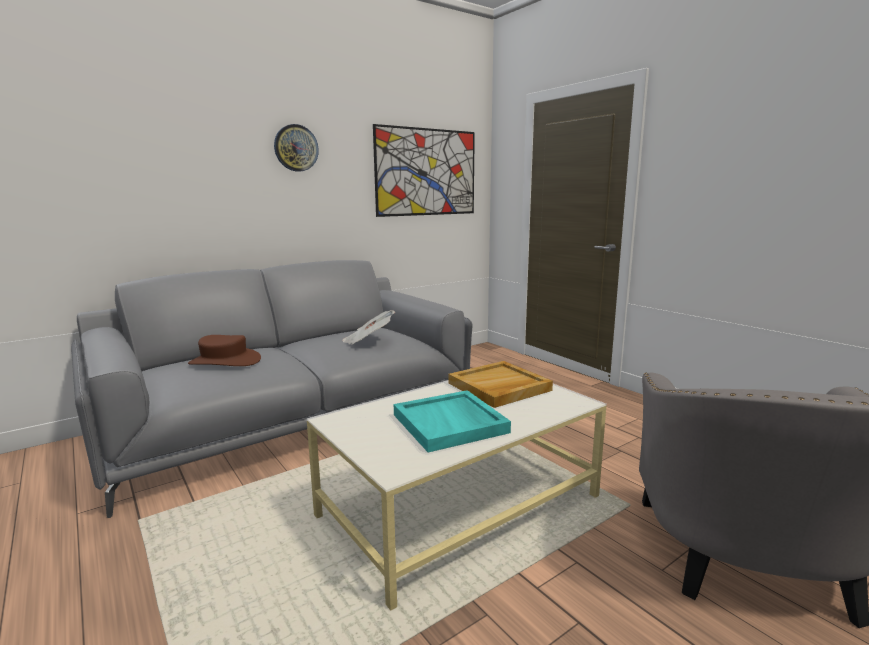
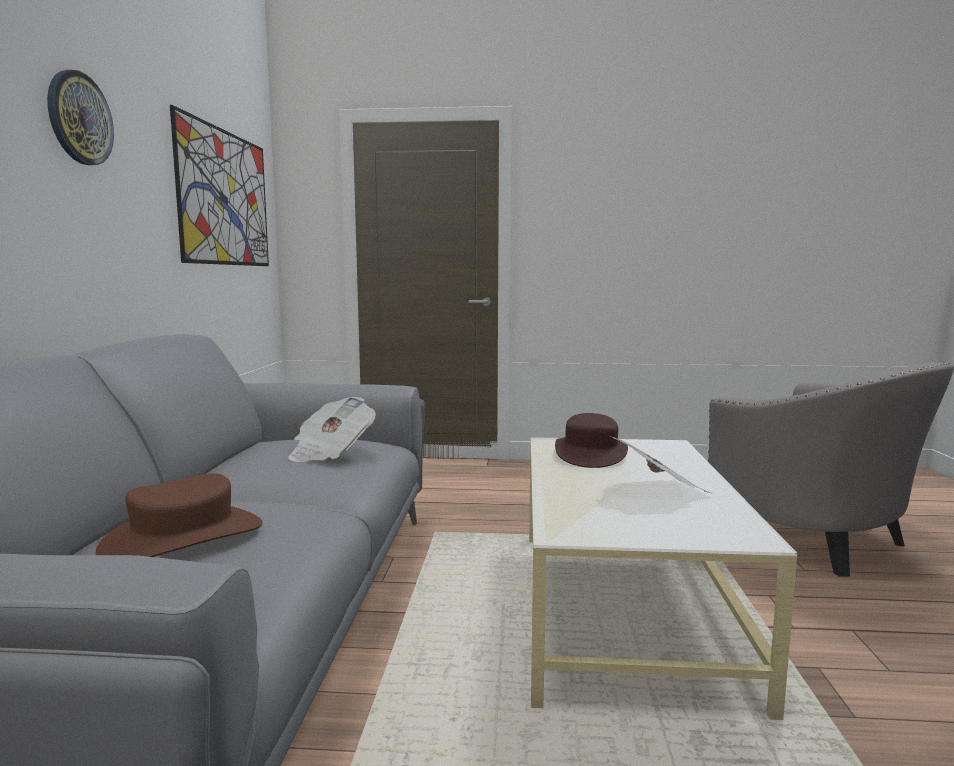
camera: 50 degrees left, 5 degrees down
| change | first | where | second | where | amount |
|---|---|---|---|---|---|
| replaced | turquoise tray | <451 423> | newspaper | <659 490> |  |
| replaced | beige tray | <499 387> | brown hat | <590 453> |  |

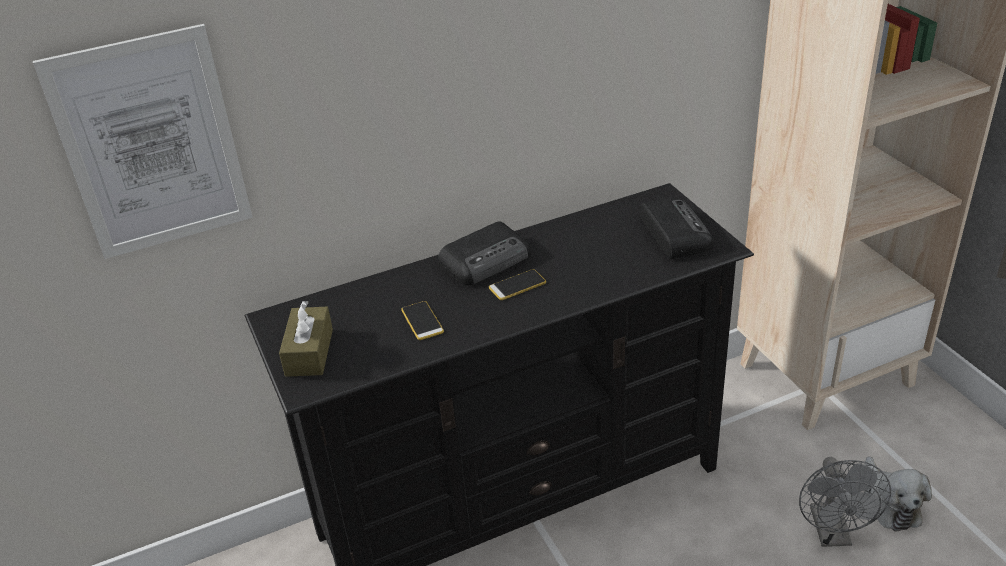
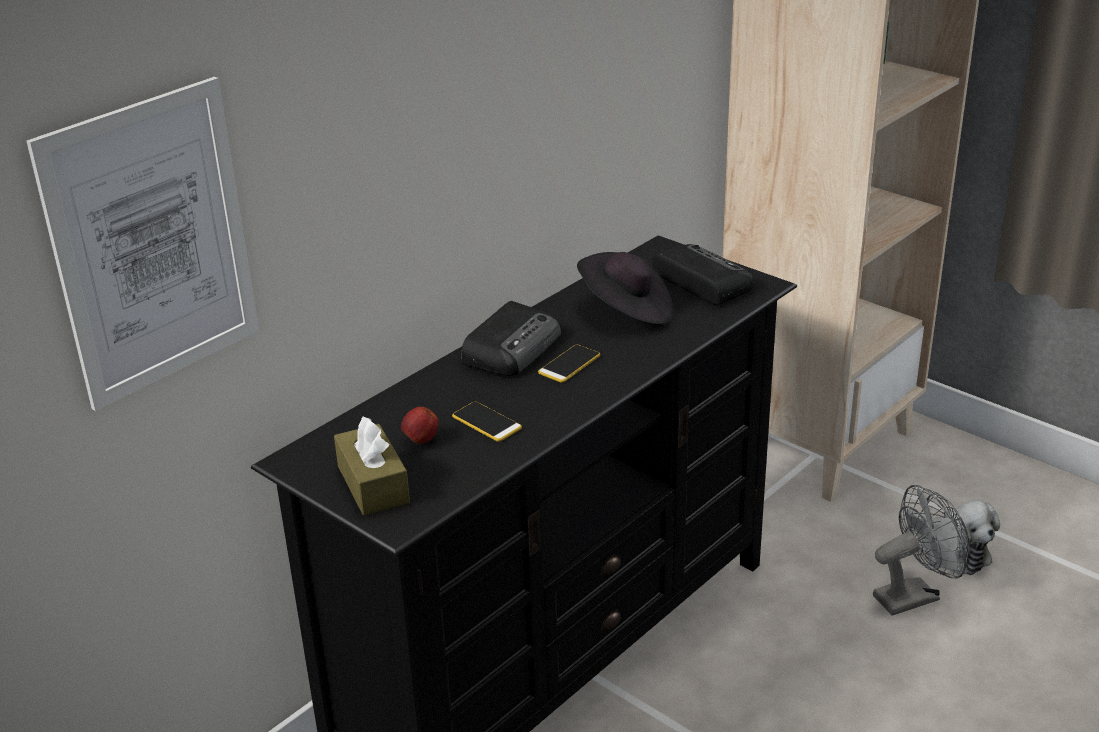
camera: 25 degrees left, 5 degrees down
| change | first | where | second | where | amount |
|---|---|---|---|---|---|
| turned | grey fan | <833 534> |  | <914 595> | 90 degrees counterclockwise |
| added |  |  | apple | <420 440> |  |
| added |  |  | black hat | <627 310> |  |

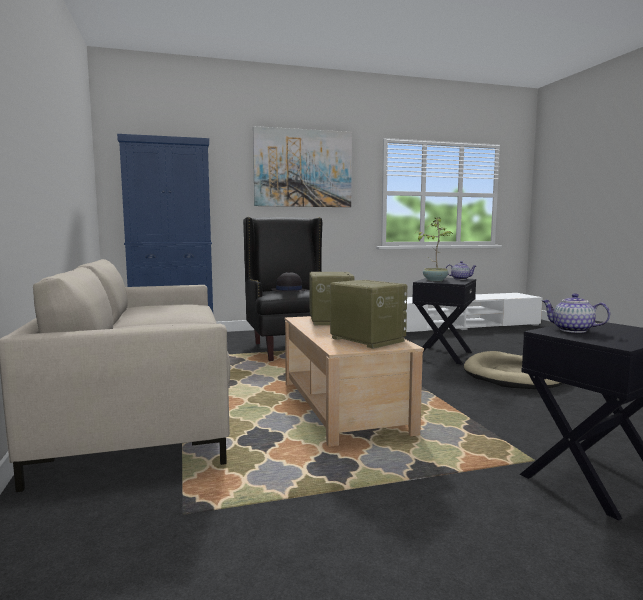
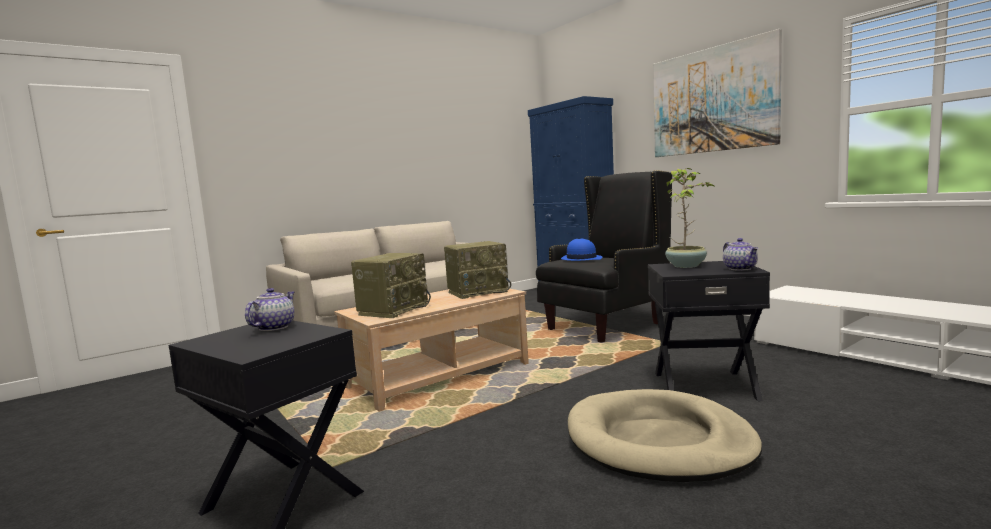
camera: 70 degrees right, 0 degrees up
| change | first | where | second | where | amount |
|---|---|---|---|---|---|
| recoloured | black hat | <288 290> | blue hat | <581 258> |  |

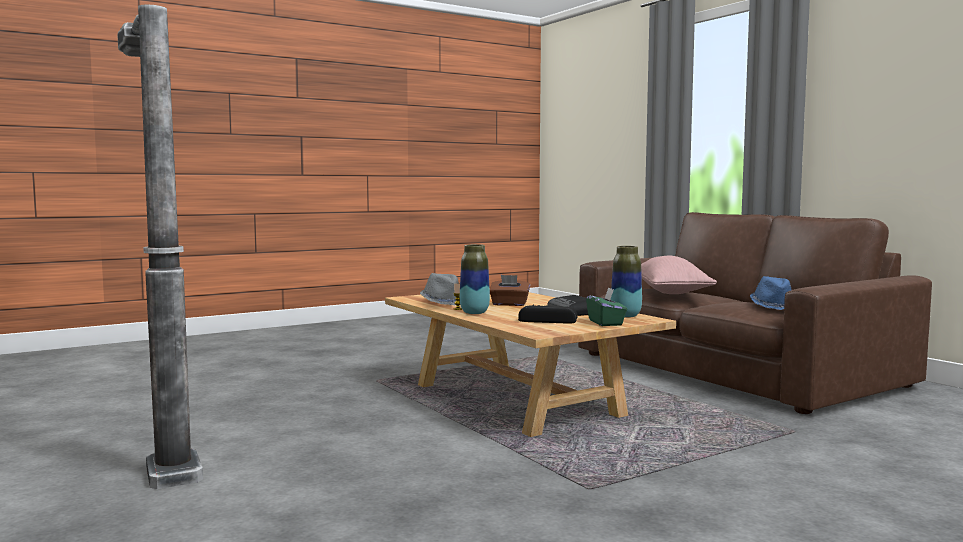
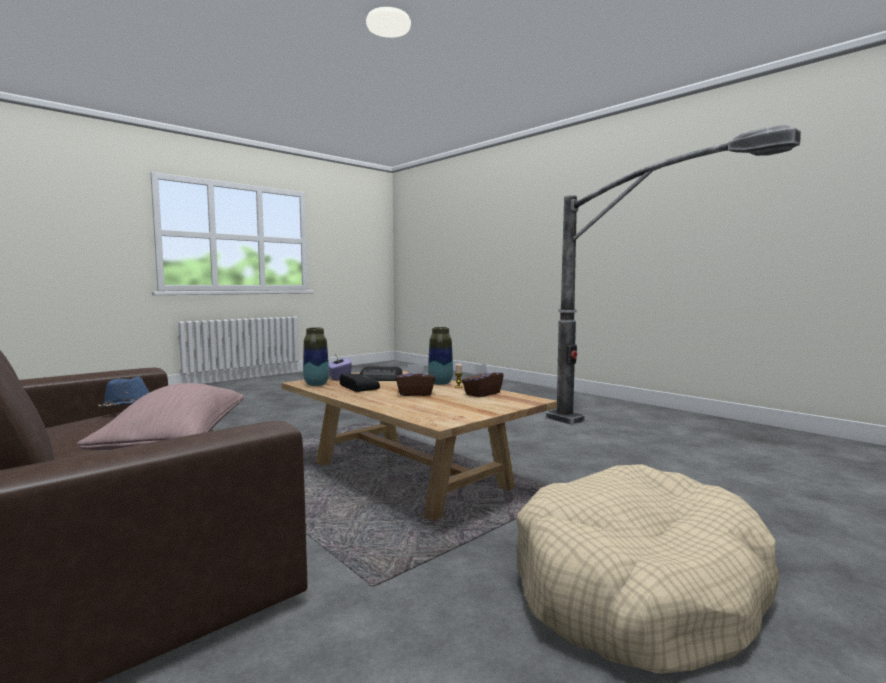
camera: 170 degrees right, 0 degrees up
| change | first | where | second | where | amount |
|---|---|---|---|---|---|
| replaced | grey hat | <443 302> | brown tissue box | <482 394> |  |
| recoloured | green tissue box | <606 323> | purple tissue box | <339 378> |  |
| added |  |  | beige dog bed | <638 589> |  |

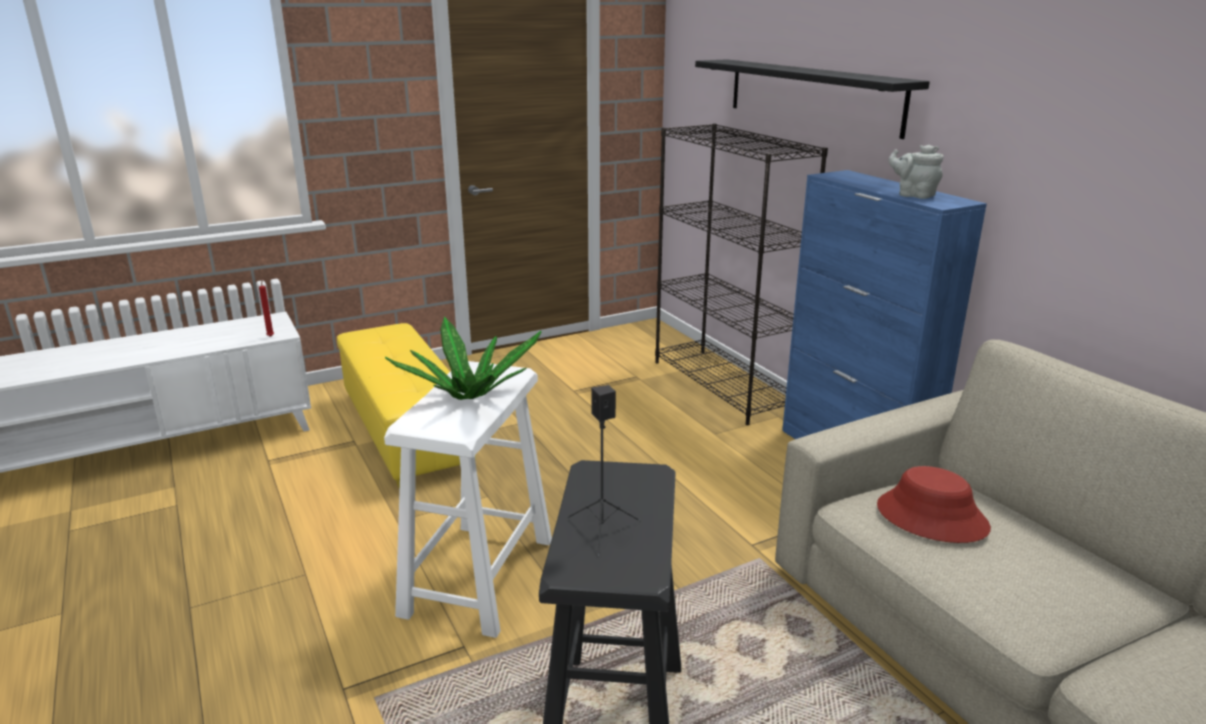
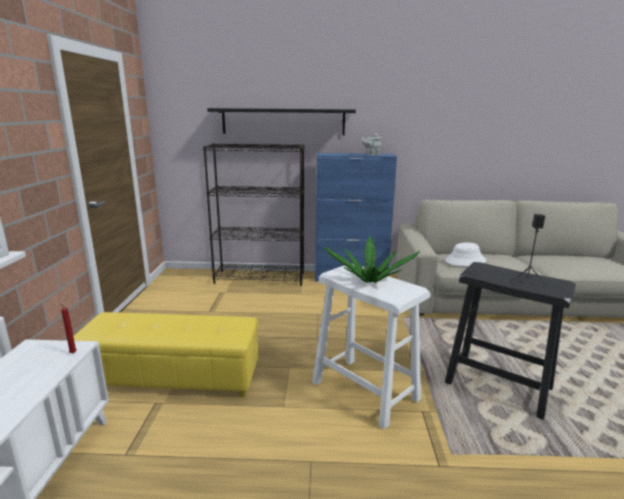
camera: 60 degrees left, 5 degrees down
| change | first | where | second | where | amount |
|---|---|---|---|---|---|
| recoloured | red hat | <931 517> | white hat | <465 261> |  |

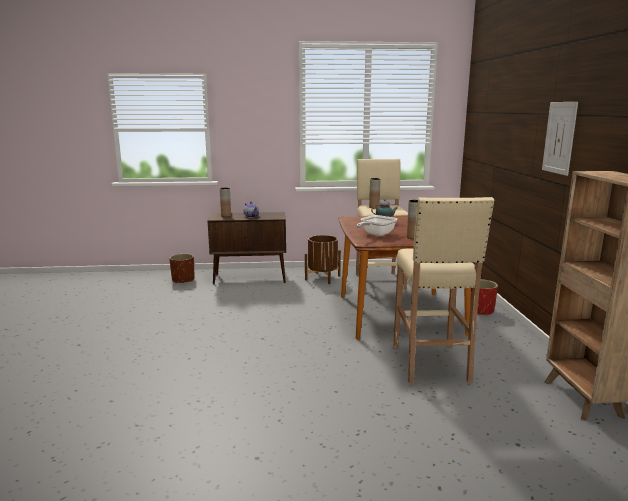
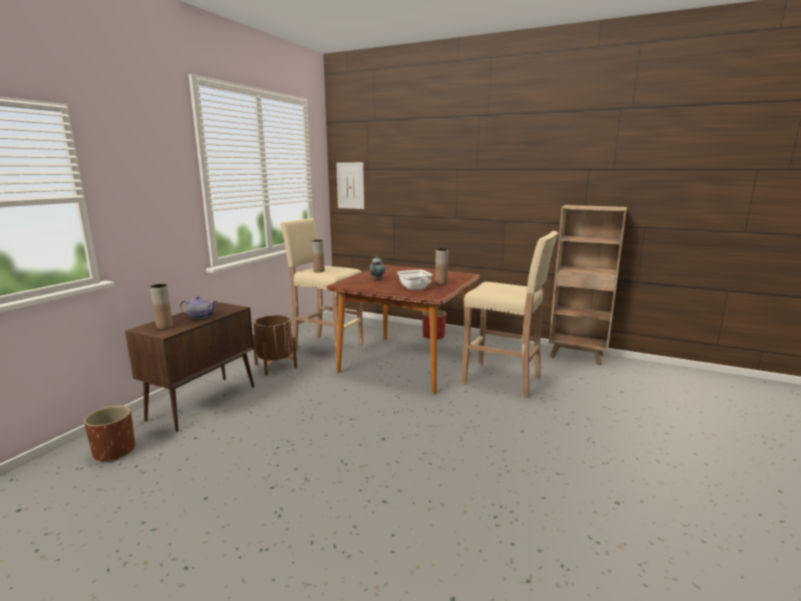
camera: 60 degrees left, 0 degrees up
| change | first | where | second | where | amount |
|---|---|---|---|---|---|
| moved | picture | <559 137> |  | <350 185> |  |

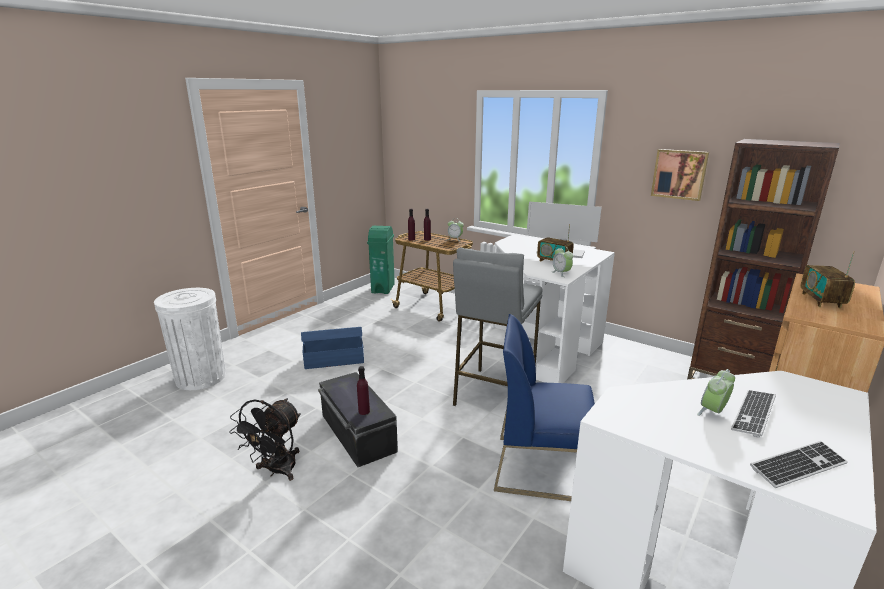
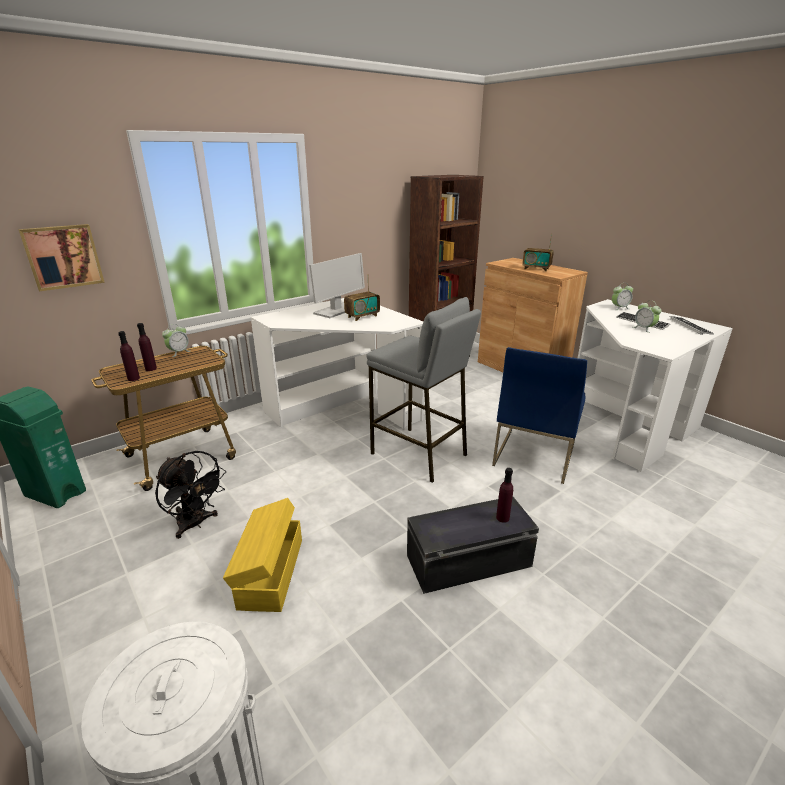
camera: 75 degrees left, 5 degrees up
| change | first | where | second | where | amount |
|---|---|---|---|---|---|
| moved | black fan | <276 471> |  | <195 524> |  |
| recoloured | blue storage box | <333 359> | yellow storage box | <269 573> |  |
| moved | alarm clock | <561 273> |  | <619 308> |  |
| moved | picture | <679 174> |  | <63 256> |  |

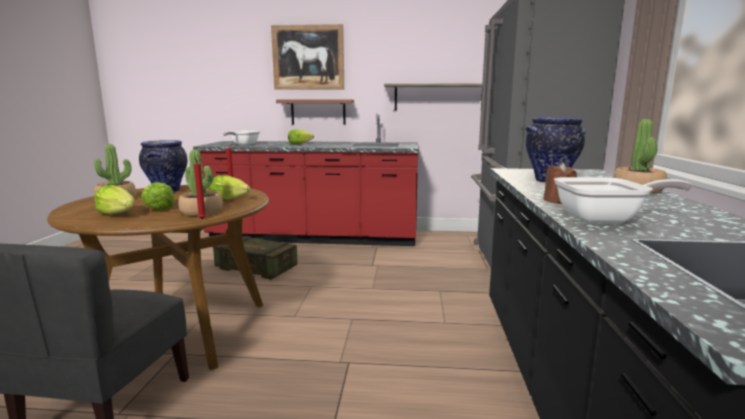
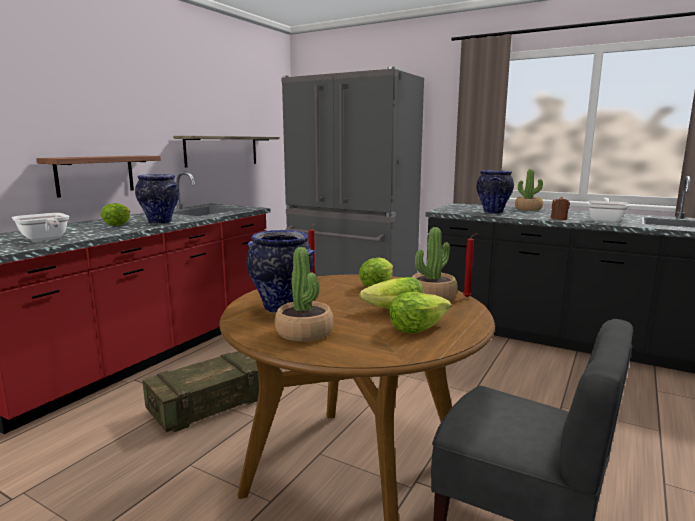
camera: 65 degrees left, 0 degrees up
| change | first | where | second | where | amount |
|---|---|---|---|---|---|
| removed | picture | <308 57> |  |  |  |
| added |  |  | vase | <160 222> |  |

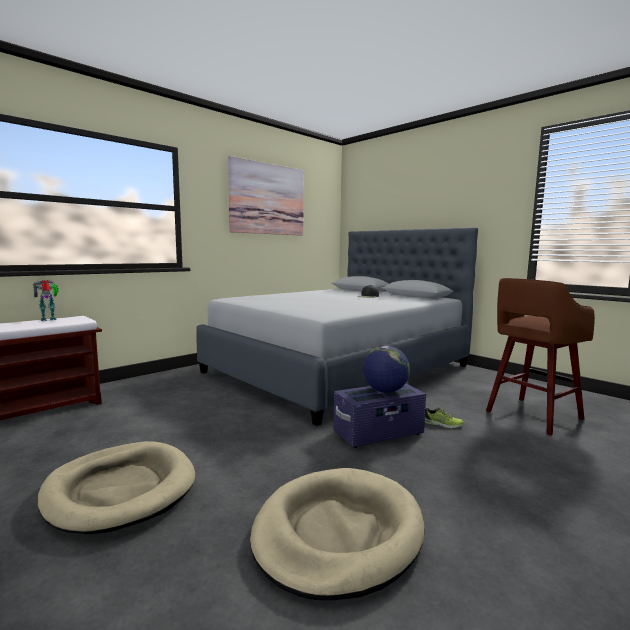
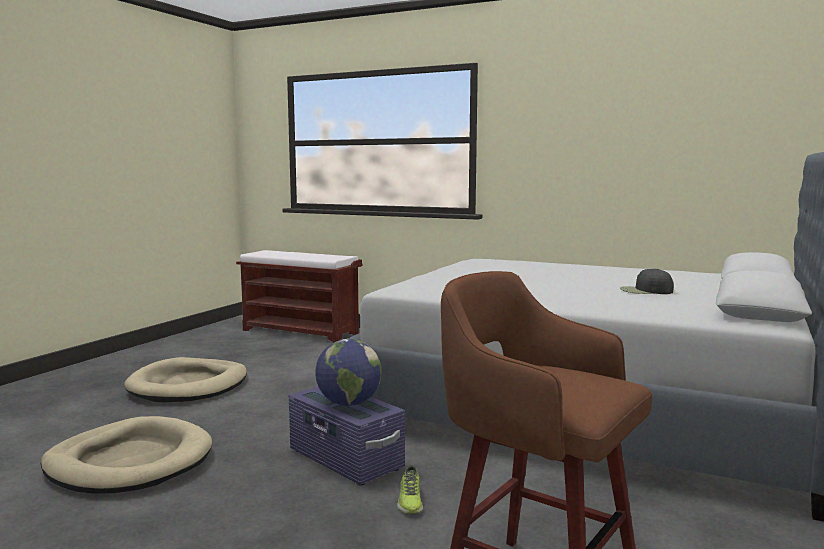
camera: 70 degrees right, 0 degrees up
| change | first | where | second | where | amount |
|---|---|---|---|---|---|
| removed | toy robot | <49 320> |  |  |  |
| removed | picture | <267 199> |  |  |  |

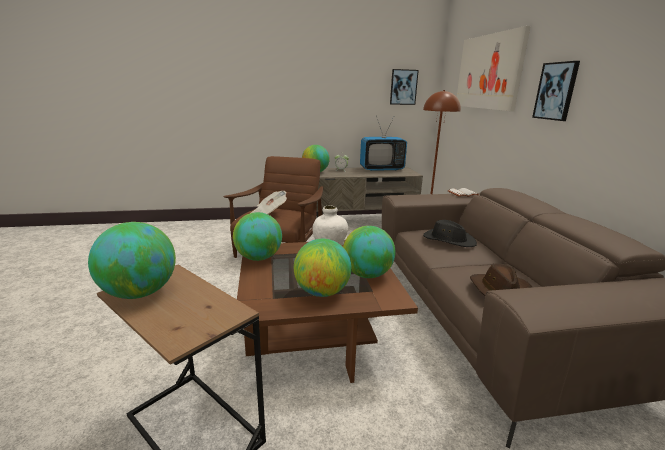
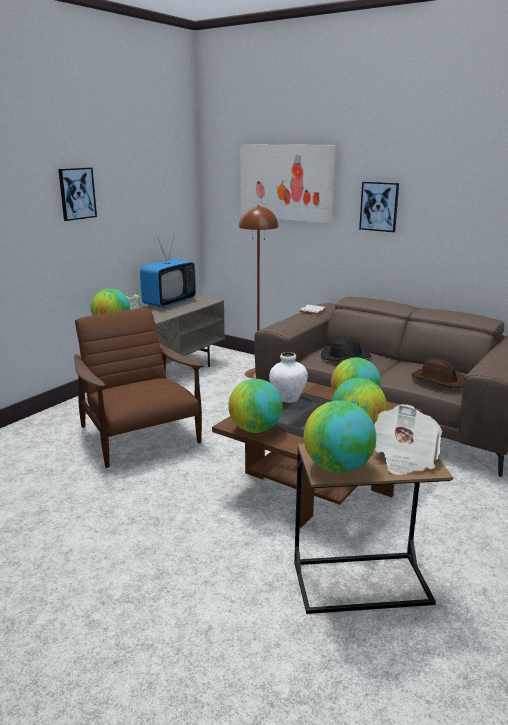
camera: 45 degrees left, 0 degrees up
| change | first | where | second | where | amount |
|---|---|---|---|---|---|
| moved | newspaper | <269 213> |  | <403 457> |  |
| moved | picture | <403 87> |  | <77 193> |  |

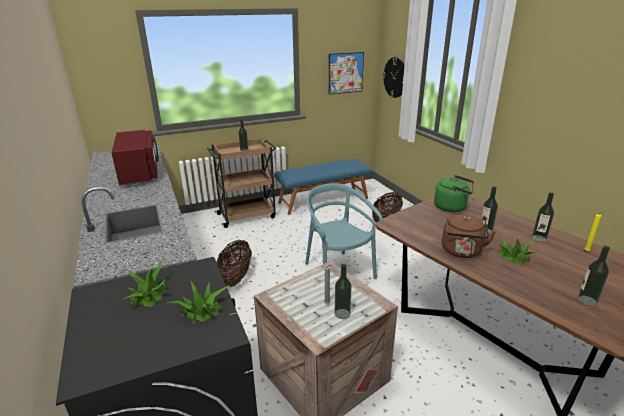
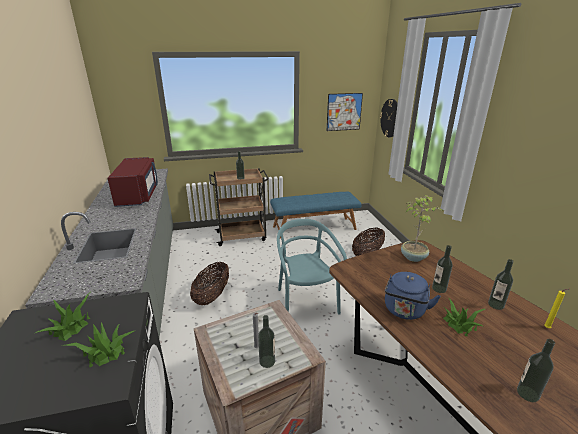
camera: 10 degrees right, 0 degrees up
| change | first | where | second | where | amount |
|---|---|---|---|---|---|
| replaced | green kettle | <452 207> | potted plant | <413 257> |  |
| recoloured | brown kettle | <461 252> | blue kettle | <404 311> |  |

